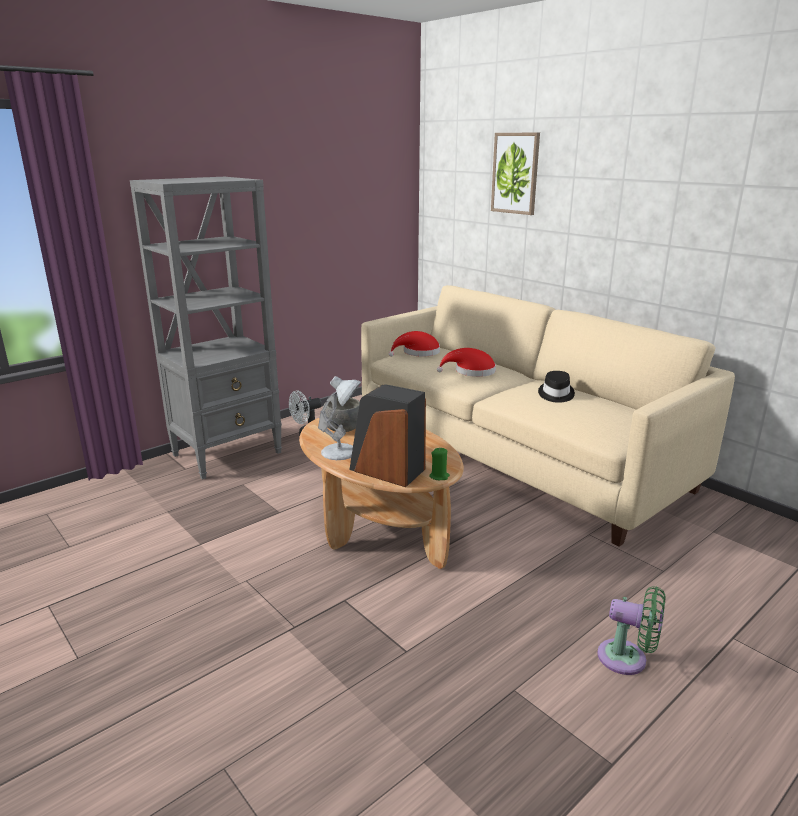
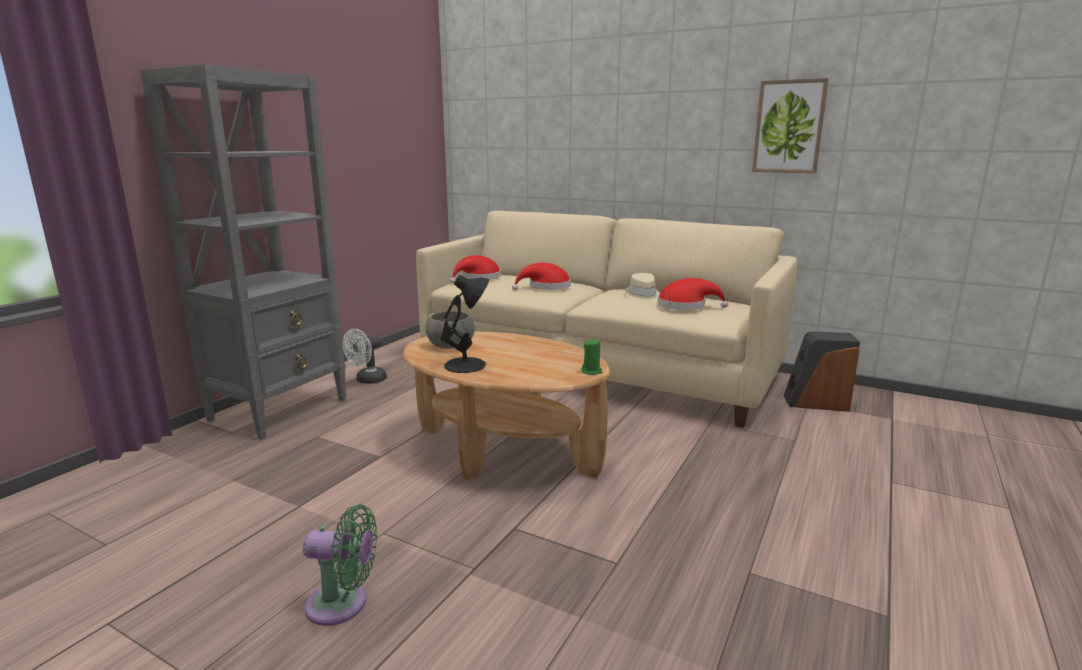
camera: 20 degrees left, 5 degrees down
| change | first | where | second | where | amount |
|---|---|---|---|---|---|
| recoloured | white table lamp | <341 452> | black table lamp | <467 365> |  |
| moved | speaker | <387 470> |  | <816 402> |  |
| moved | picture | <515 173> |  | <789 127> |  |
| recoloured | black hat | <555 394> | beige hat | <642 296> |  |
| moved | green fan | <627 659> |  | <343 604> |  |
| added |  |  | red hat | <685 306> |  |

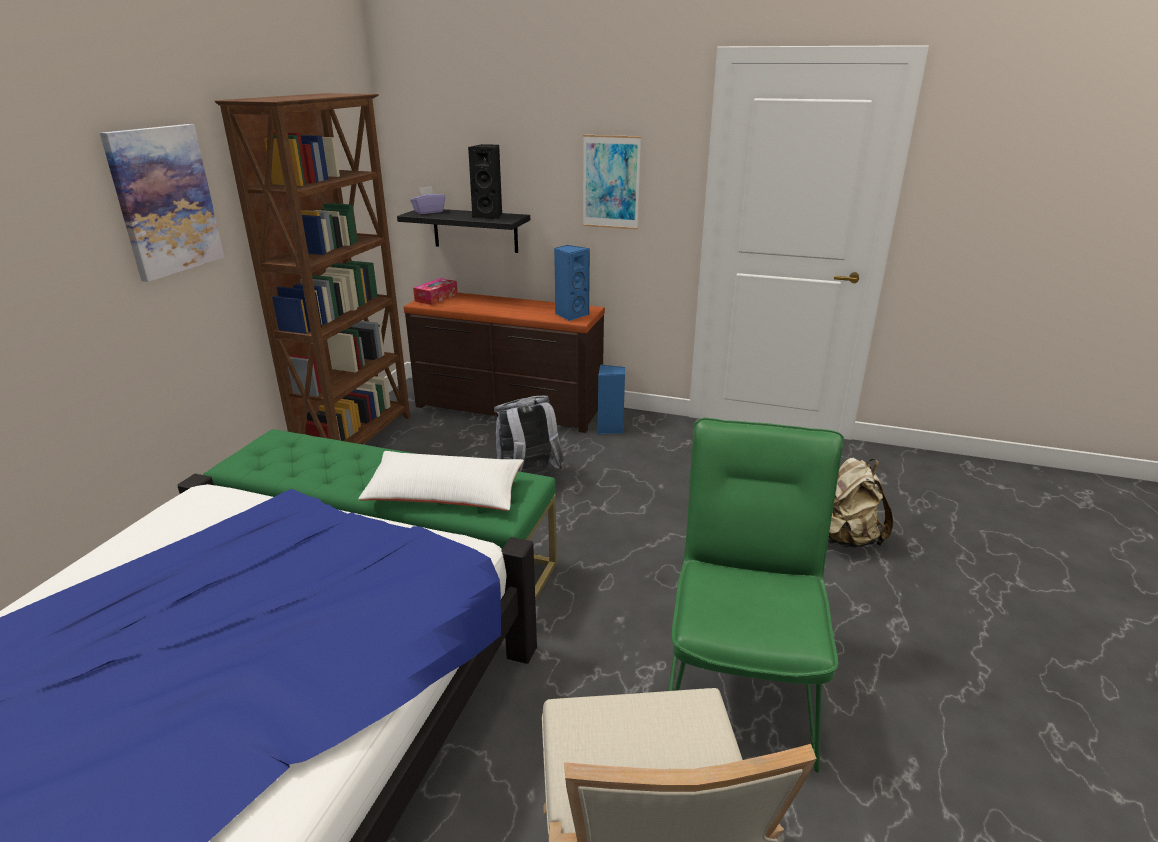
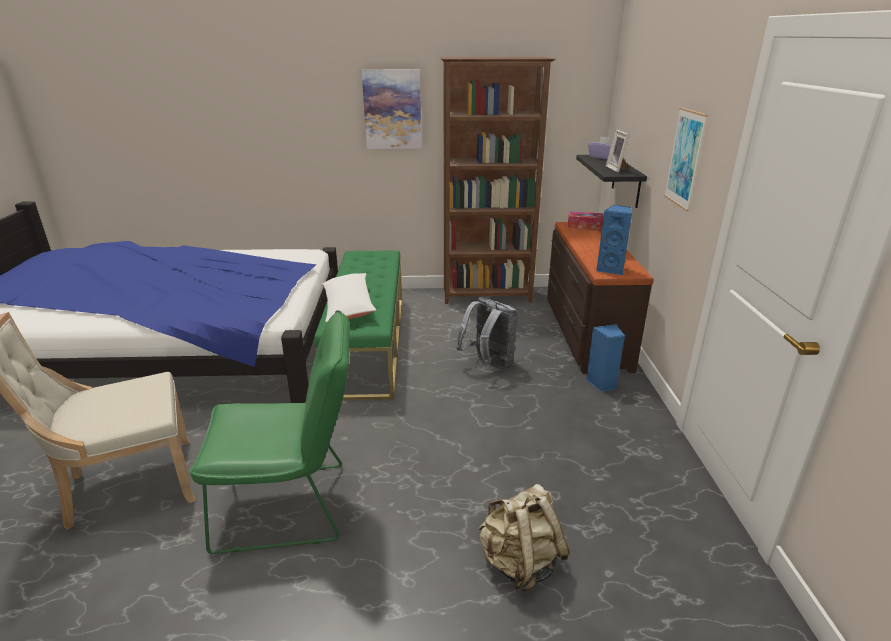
camera: 70 degrees right, 0 degrees up
| change | first | where | second | where | amount |
|---|---|---|---|---|---|
| replaced | black speaker | <489 216> | picture frame | <617 169> |  |

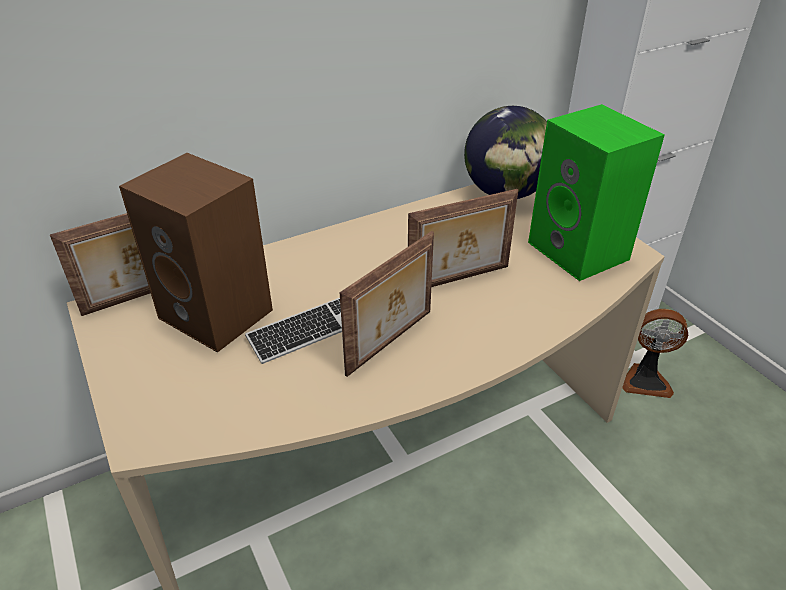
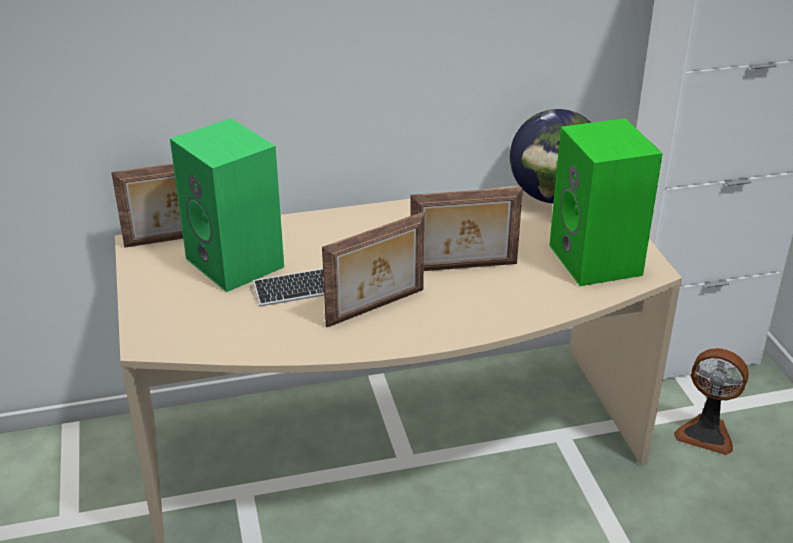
camera: 15 degrees right, 5 degrees down
| change | first | where | second | where | amount |
|---|---|---|---|---|---|
| recoloured | brown speaker | <219 314> | green speaker | <237 263> |  |

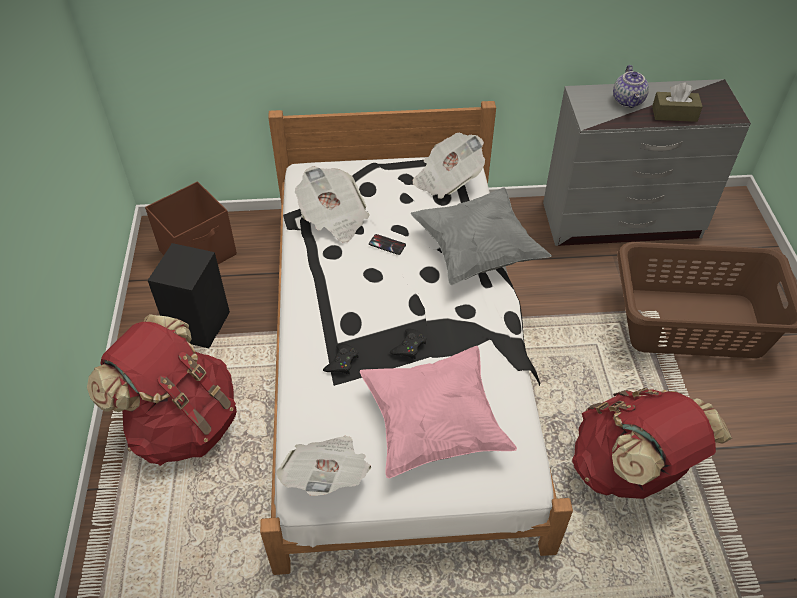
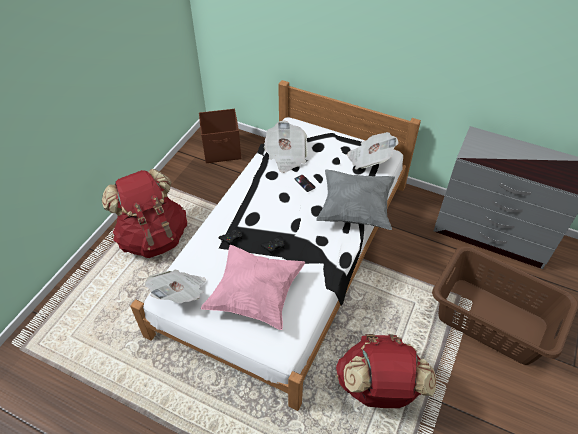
camera: 30 degrees right, 0 degrees up
| change | first | where | second | where | amount |
|---|---|---|---|---|---|
| removed | black speaker | <200 324> |  |  |  |
| removed | teapot | <628 101> |  |  |  |
| removed | brown tissue box | <674 114> |  |  |  |

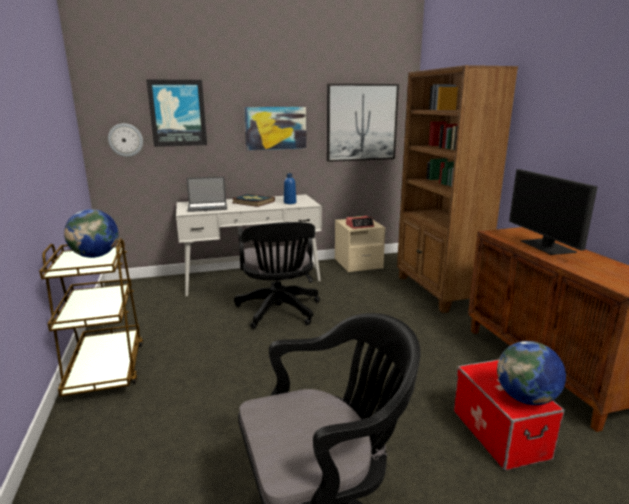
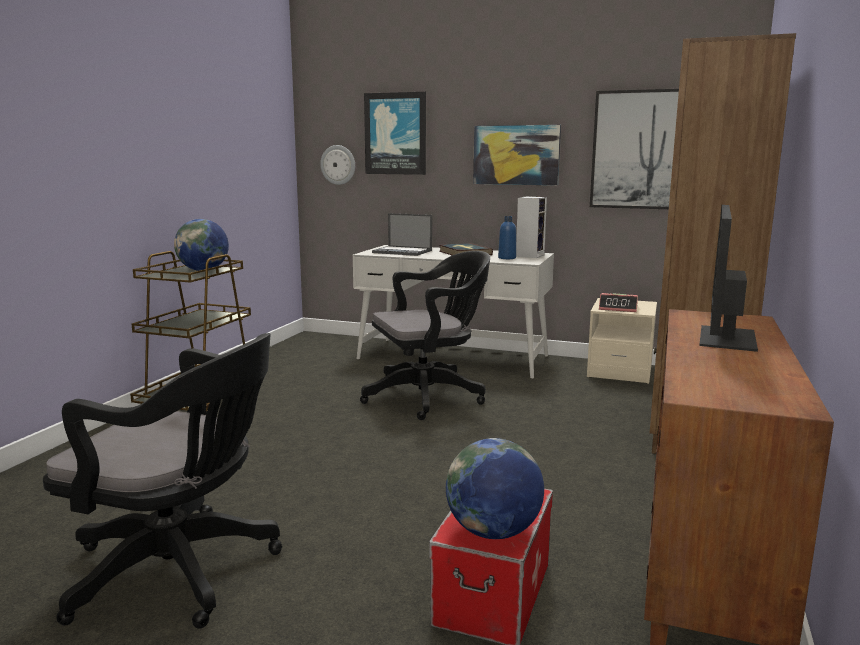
camera: 35 degrees right, 5 degrees down
| change | first | where | second | where | amount |
|---|---|---|---|---|---|
| turned | black office chair | <279 312> |  | <429 396> | 135 degrees counterclockwise |
| added |  |  | speaker | <530 255> |  |

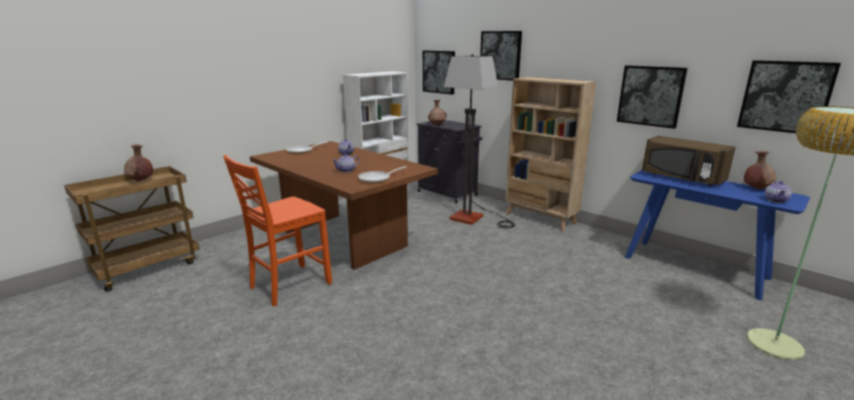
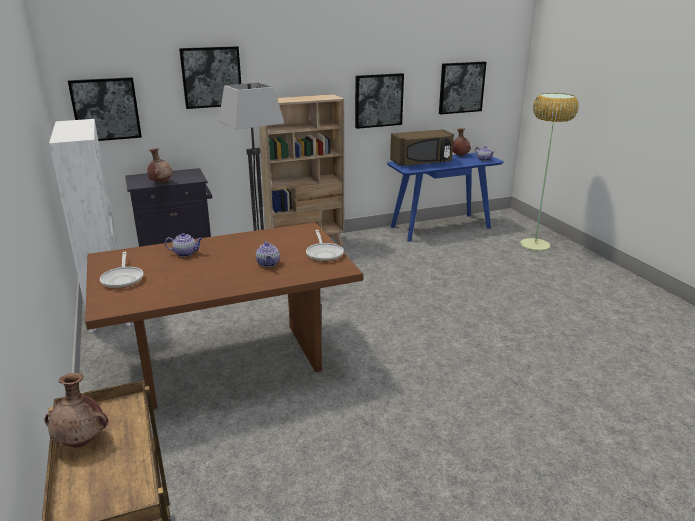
camera: 65 degrees left, 5 degrees up
| change | first | where | second | where | amount |
|---|---|---|---|---|---|
| removed | orange chair | <288 285> |  |  |  |

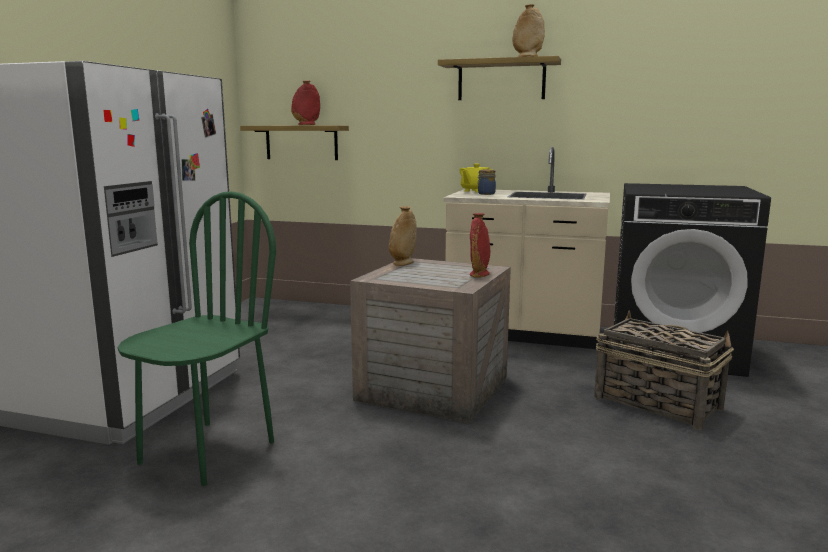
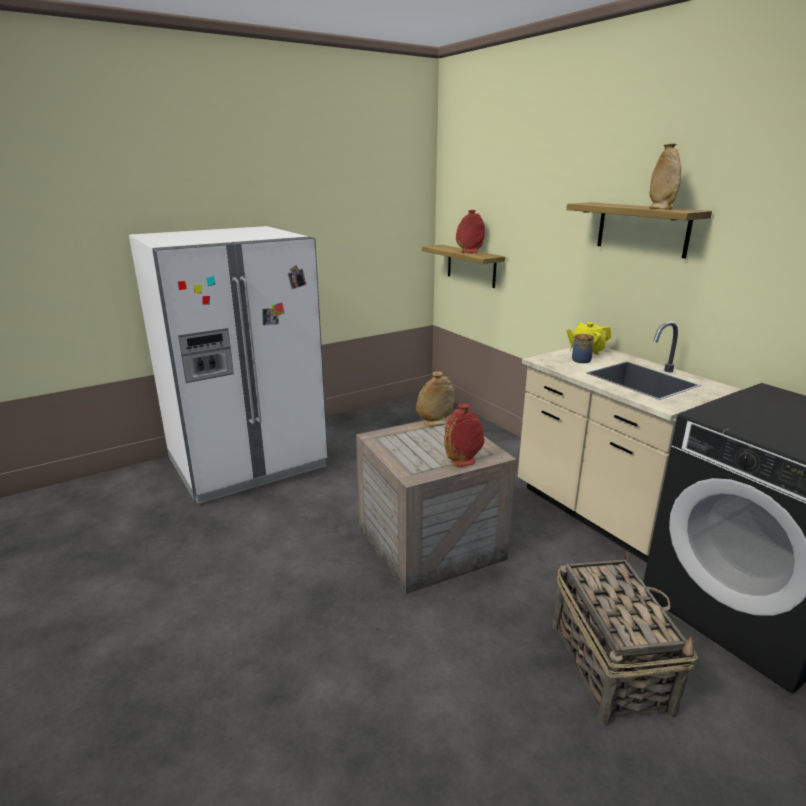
camera: 40 degrees right, 10 degrees up
| change | first | where | second | where | amount |
|---|---|---|---|---|---|
| removed | green chair | <207 452> |  |  |  |

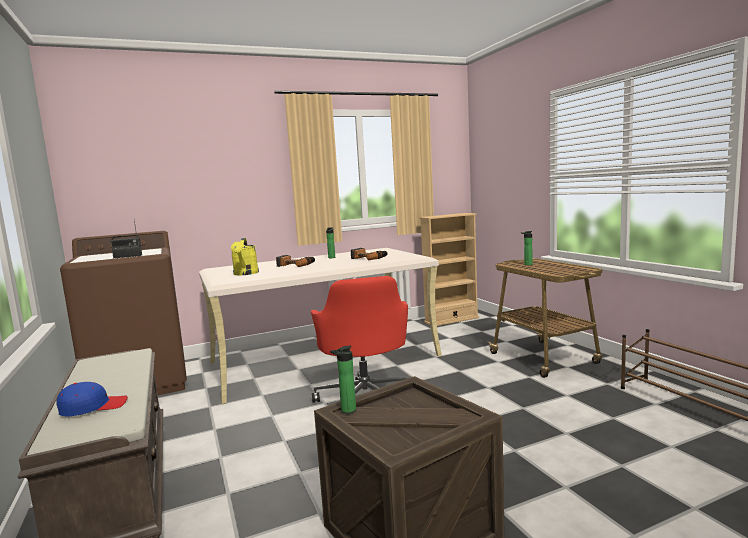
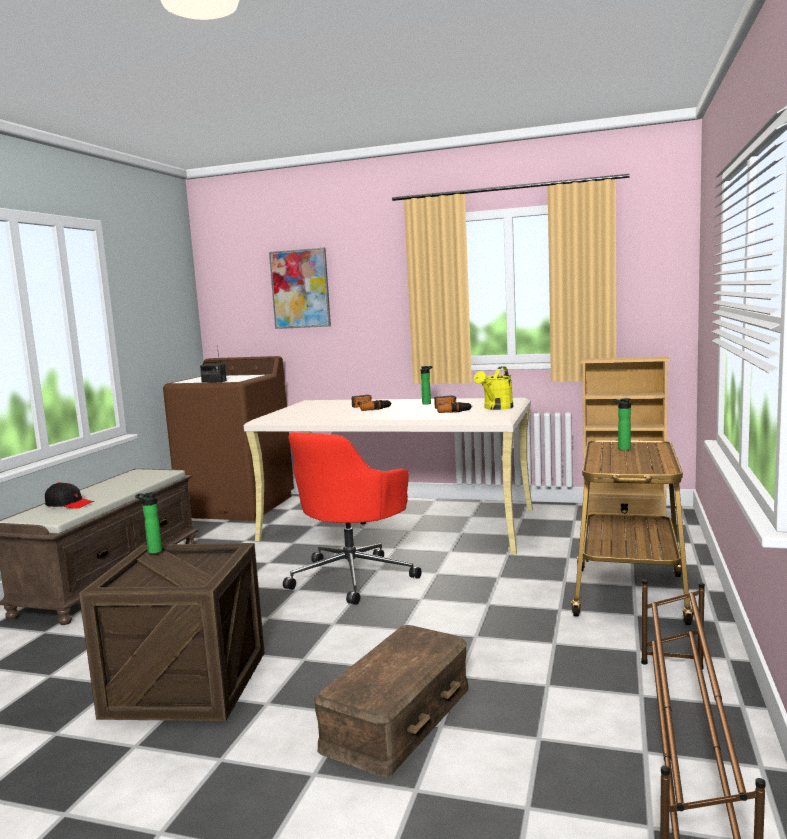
camera: 40 degrees right, 0 degrees up
| change | first | where | second | where | amount |
|---|---|---|---|---|---|
| recoloured | blue cap | <93 407> | black cap | <69 504> |  |
| moved | yellow watering can | <245 274> |  | <496 408> |  |
| added |  |  | picture | <300 289> |  |
| added |  |  | brown storage box | <399 718> |  |

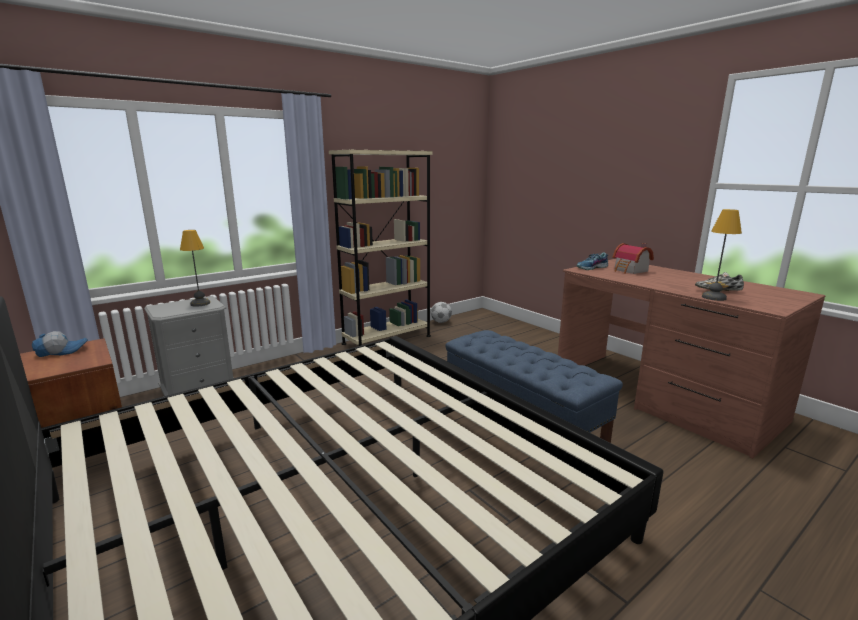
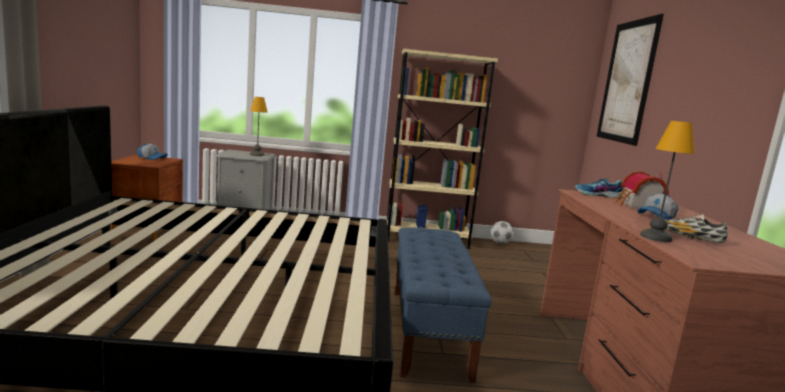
camera: 35 degrees right, 5 degrees down
| change | first | where | second | where | amount |
|---|---|---|---|---|---|
| added |  |  | picture | <627 81> |  |
| added |  |  | cap | <657 216> |  |

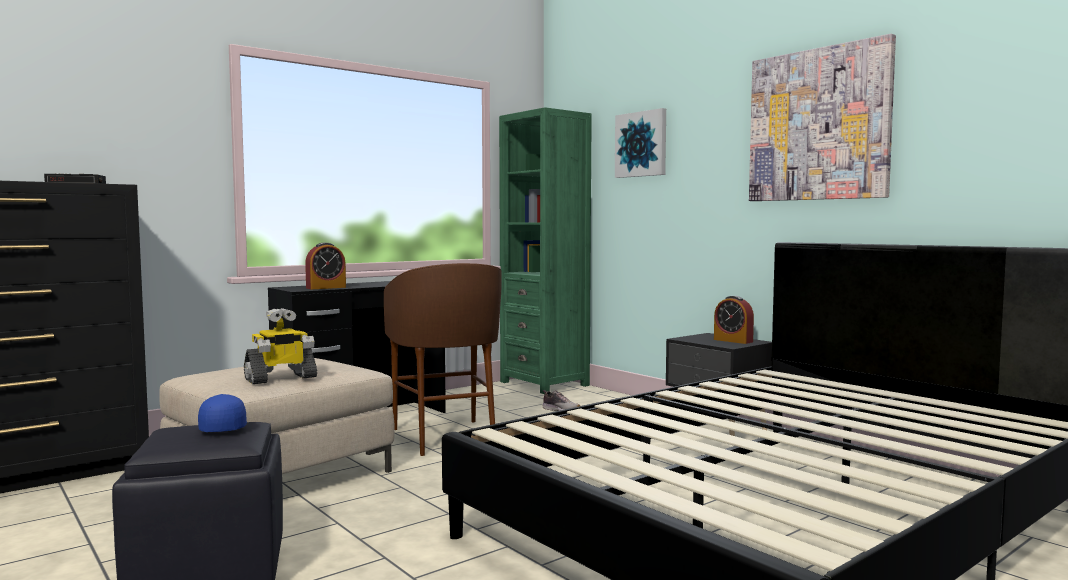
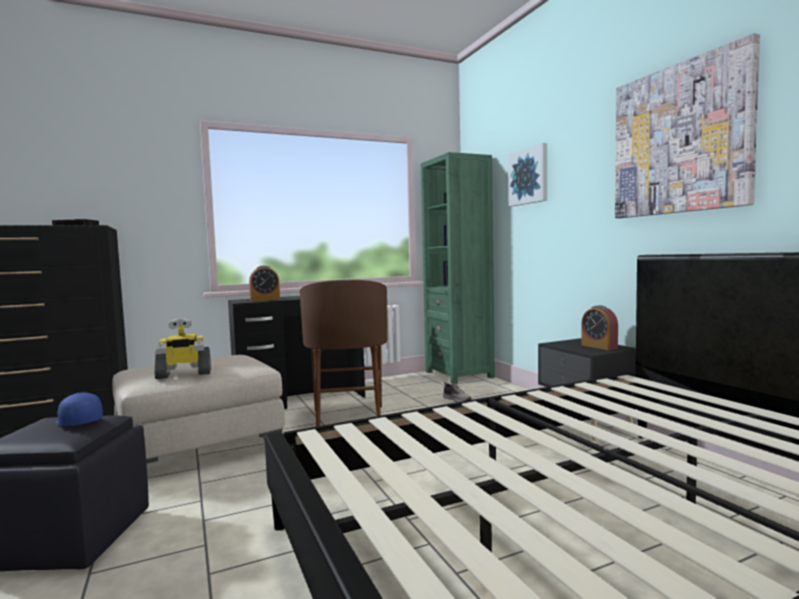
camera: 15 degrees right, 0 degrees up
| change | first | where | second | where | amount |
|---|---|---|---|---|---|
| turned | blue cap | <223 428> |  | <78 422> | 45 degrees counterclockwise |

